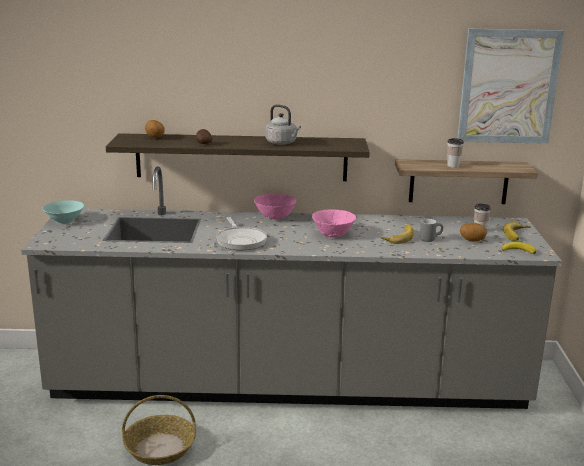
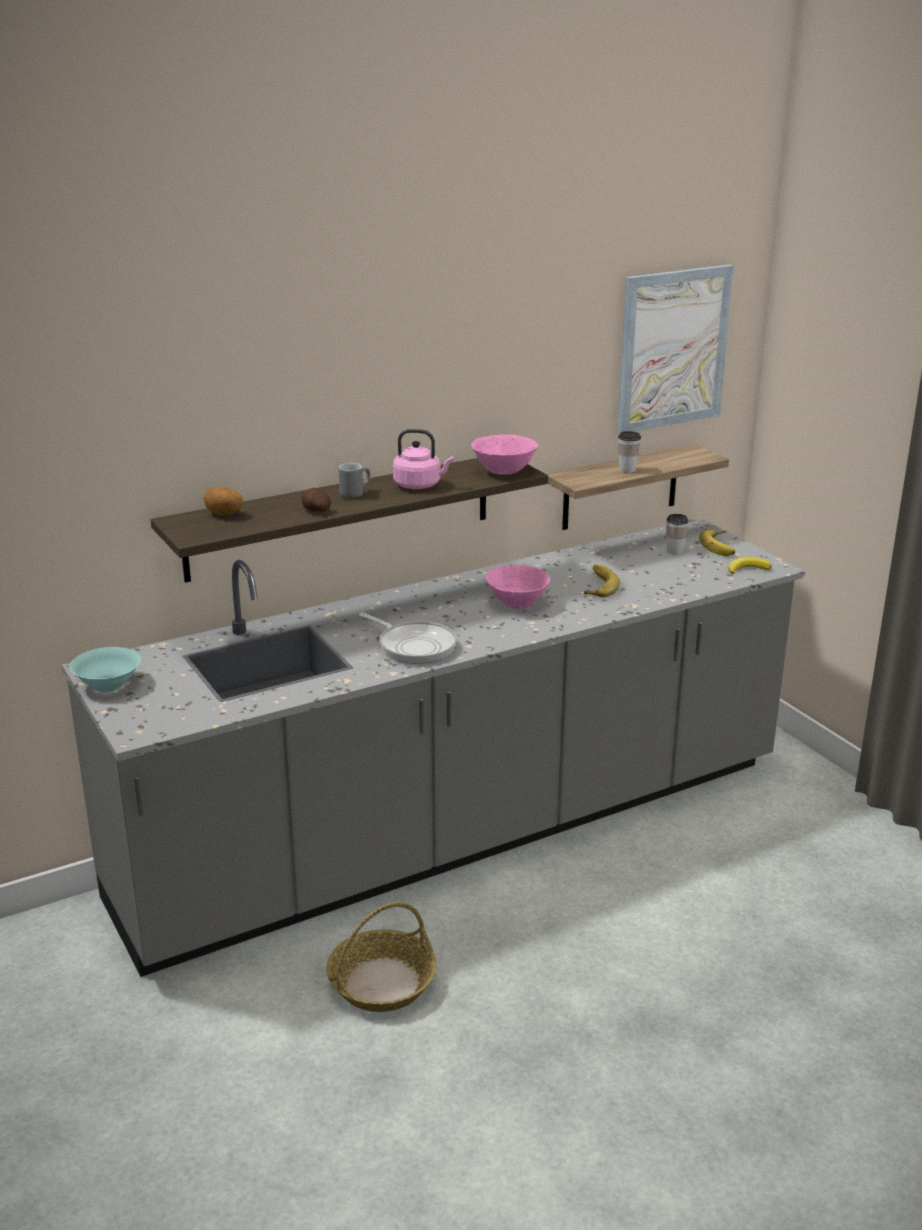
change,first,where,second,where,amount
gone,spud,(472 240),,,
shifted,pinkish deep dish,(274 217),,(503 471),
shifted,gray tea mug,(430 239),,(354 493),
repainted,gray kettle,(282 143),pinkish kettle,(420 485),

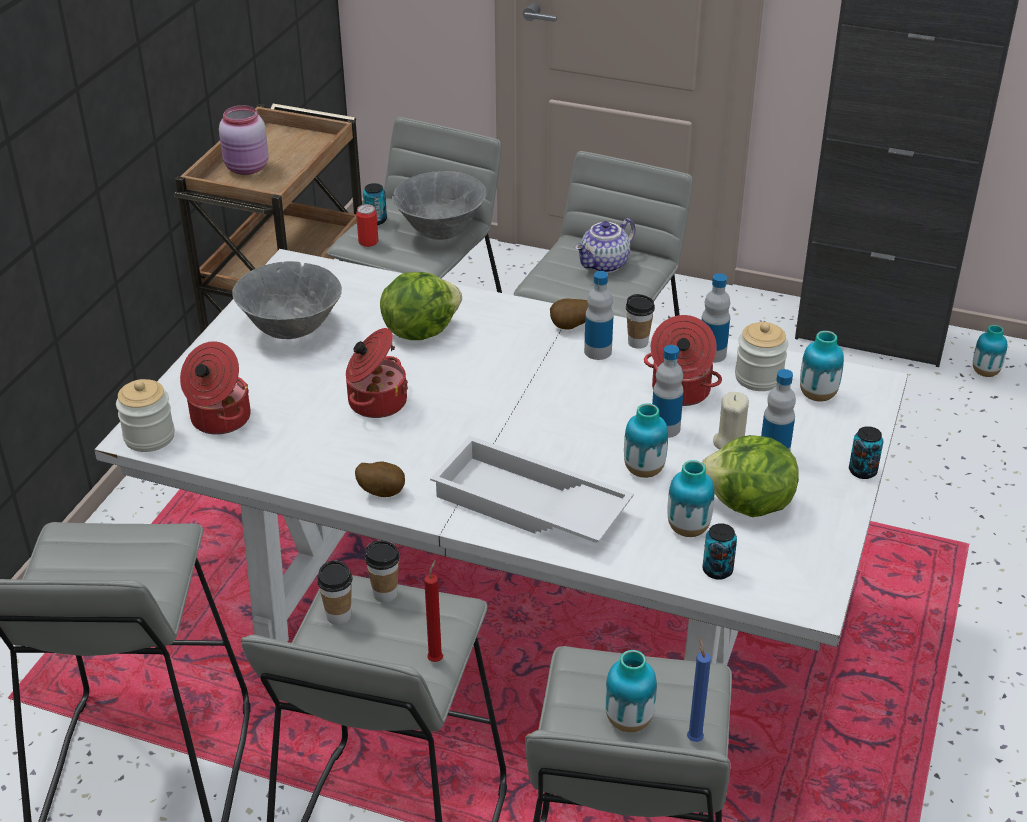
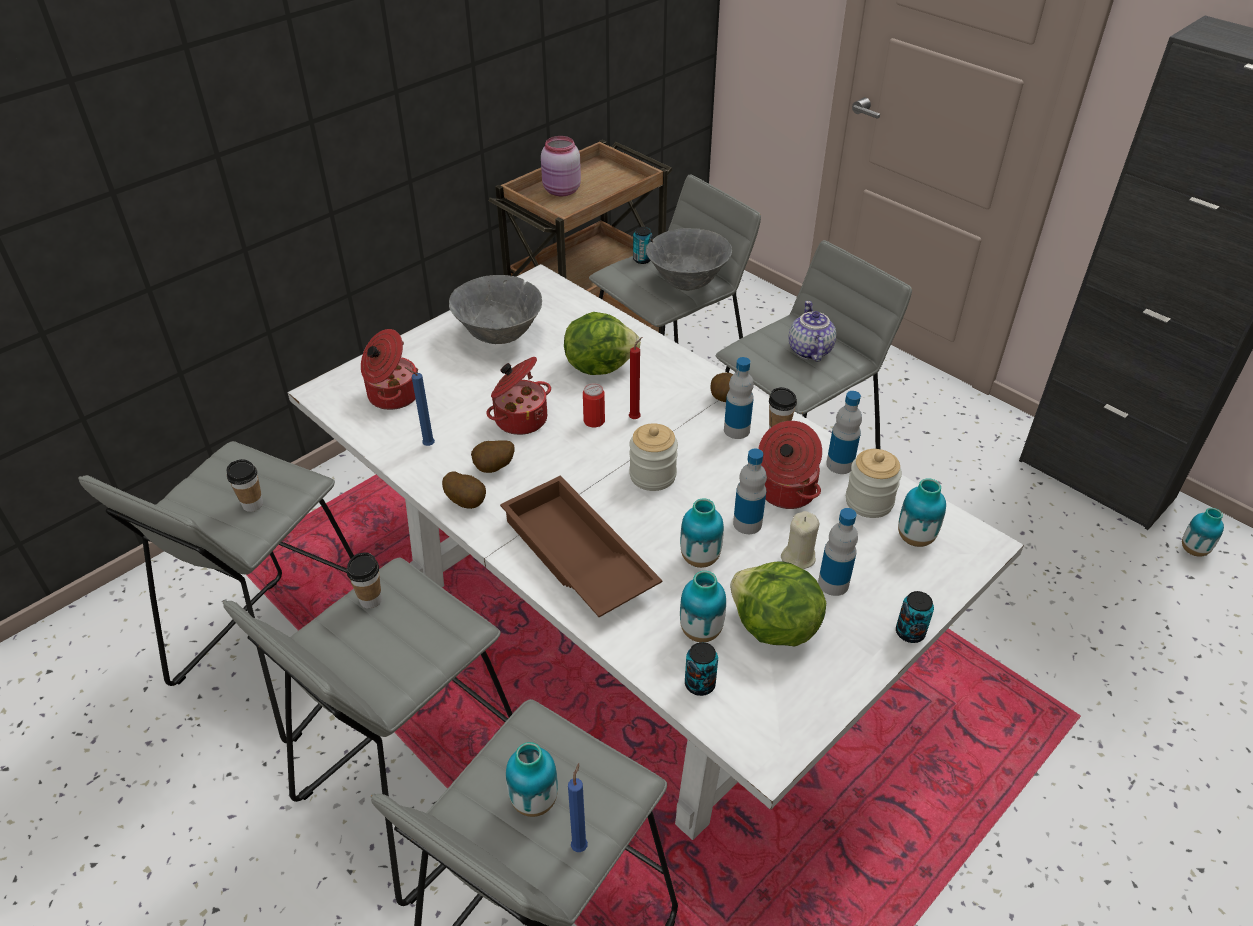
change,first,where,second,where,amount
new,,,blue candle,(427 445),
new,,,spud,(494 469),
shifted,storage jar,(149 437),,(652 475),
shifted,metal can,(368 242),,(594 421),
shifted,small cup,(385 594),,(252 504),
shifted,red candle,(436 658),,(636 418),
repainted,whitish tray,(528 506),brown tray,(575 557),
rotated,tea pot,(605 265),,(808 350),105 degrees clockwise

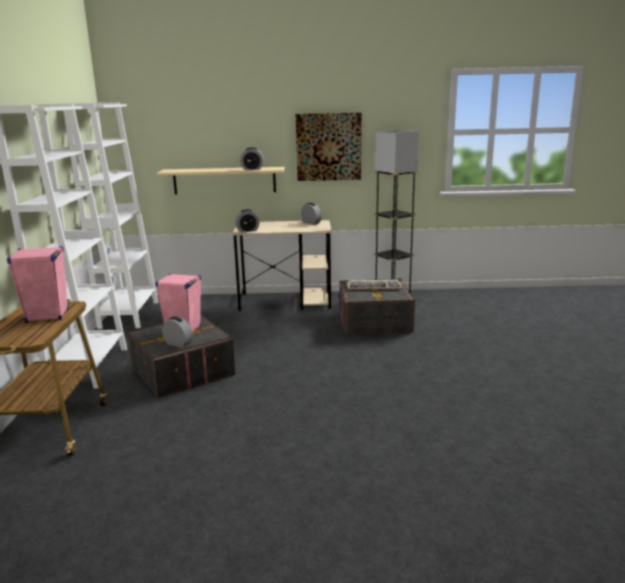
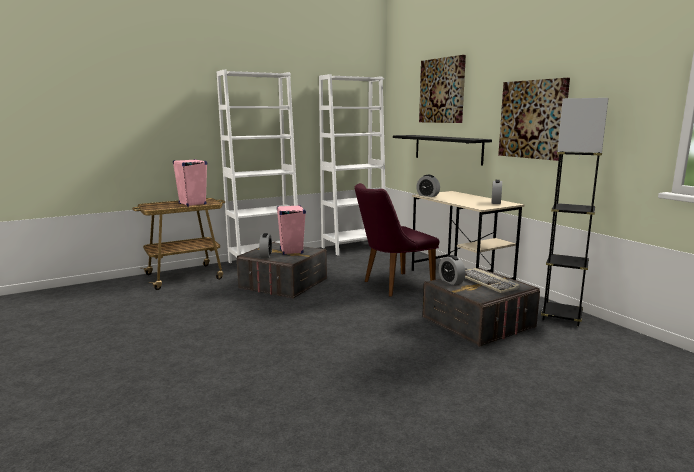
change,first,where,second,where,amount
new,,,purple-coloured chair,(392 285),
new,,,wall picture,(442 90),
shifted,alarm clock,(252 169),,(451 281),
repainted,beige-coloured bracket shelf,(224 180),blackish bracket shelf,(447 149),

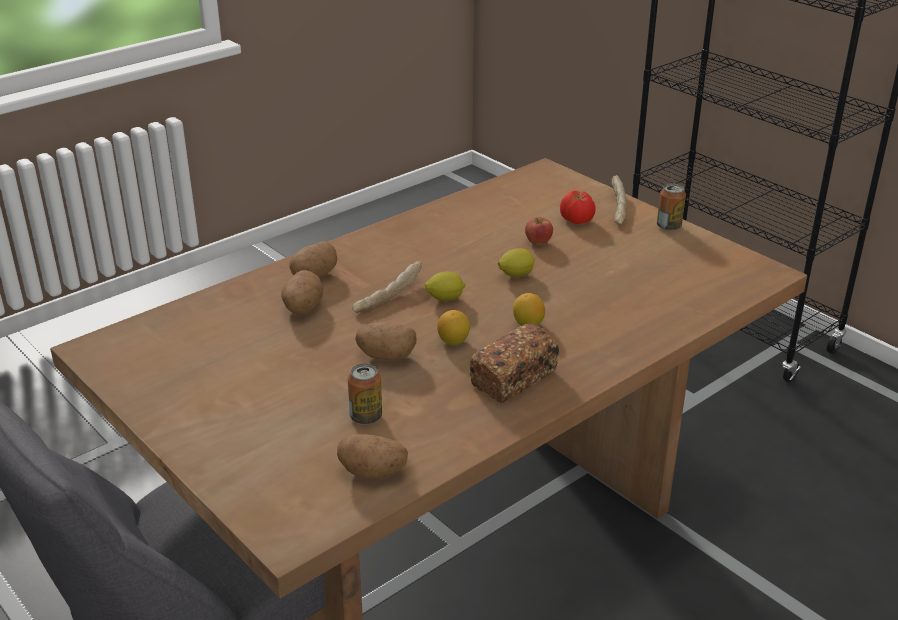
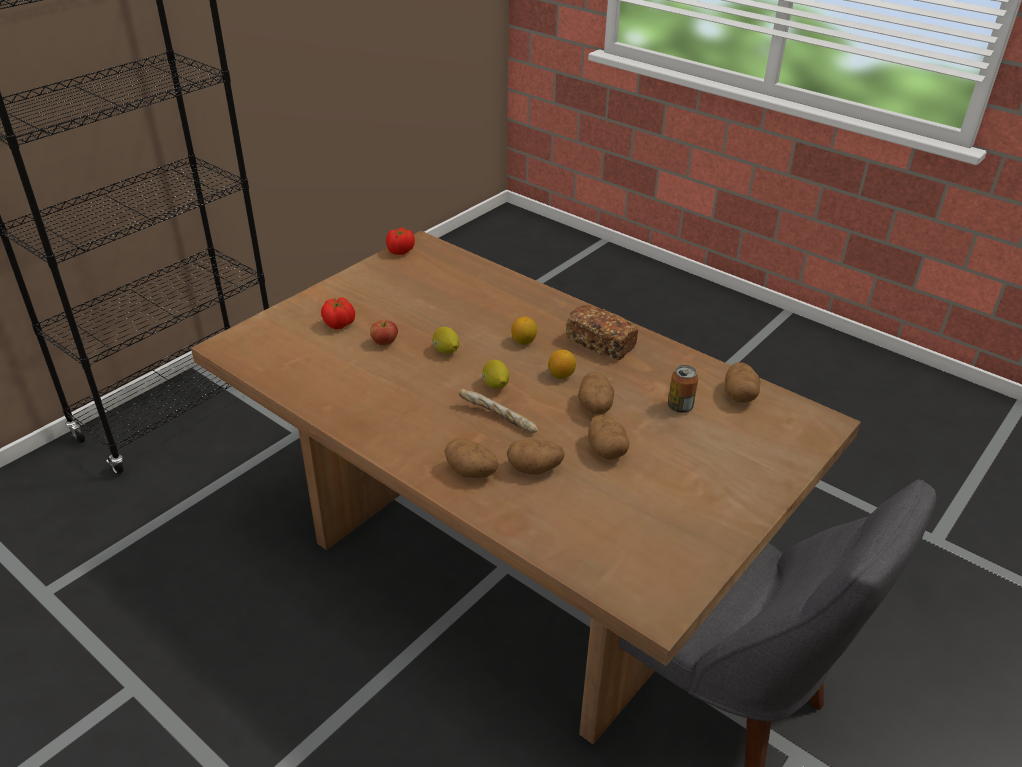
change,first,where,second,where,amount
gone,bakery bread,(616 208),,,
gone,metal can,(669 226),,,
new,,,tomato,(400 251),
new,,,spud,(606 450),

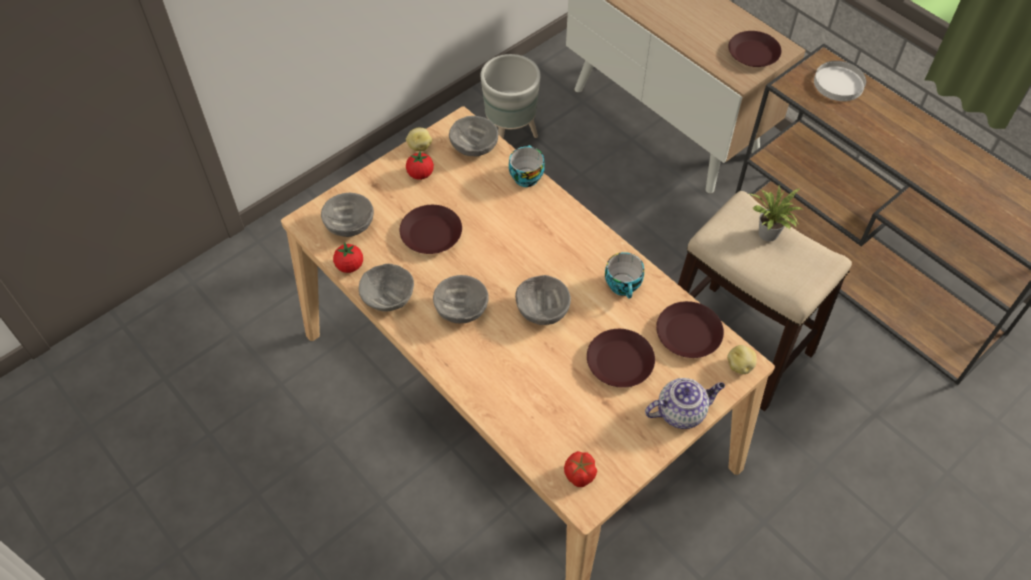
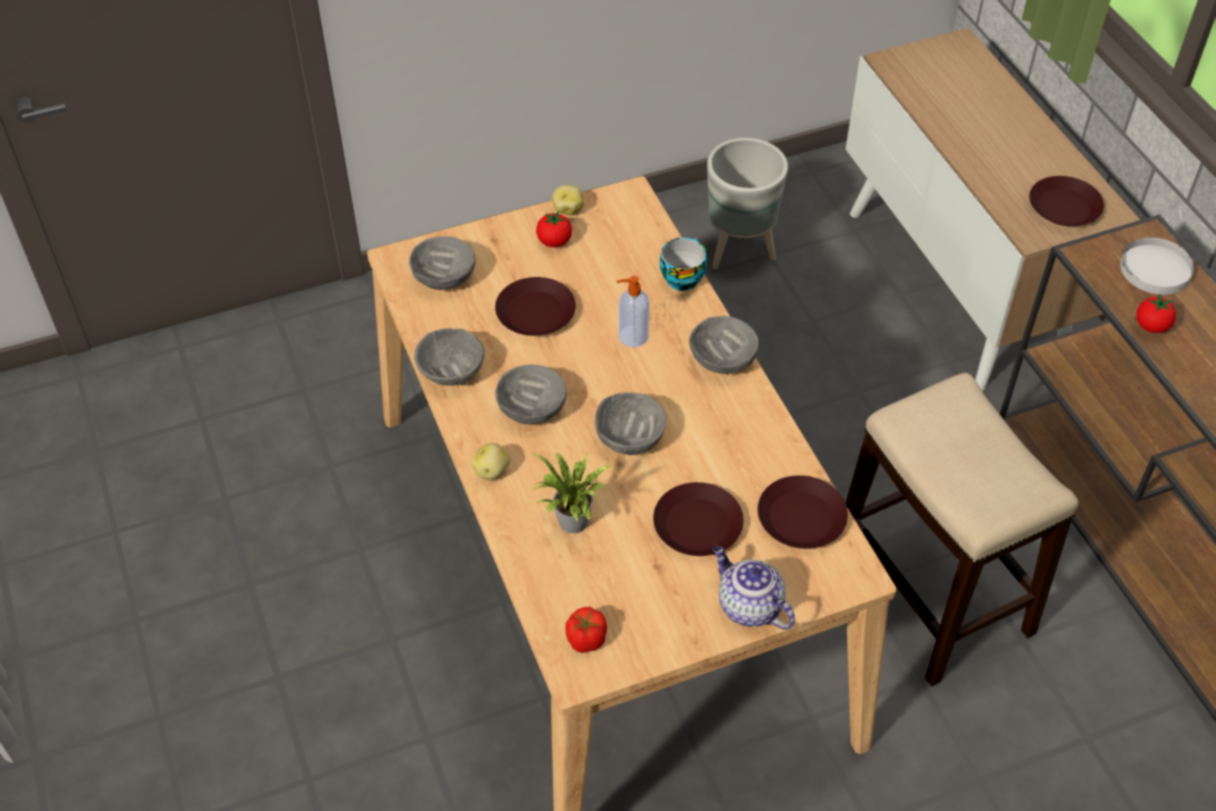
change,first,where,second,where,amount
gone,small cup,(624 286),,,
new,,,soap bottle,(632 336),
shifted,tomato,(350 266),,(1151 326),
shifted,gray deep dish,(474 147),,(722 360),
shifted,spud,(740 365),,(492 471),
shifted,houseplant,(768 236),,(571 524),
rotated,tea pot,(681 411),,(748 606),135 degrees counterclockwise

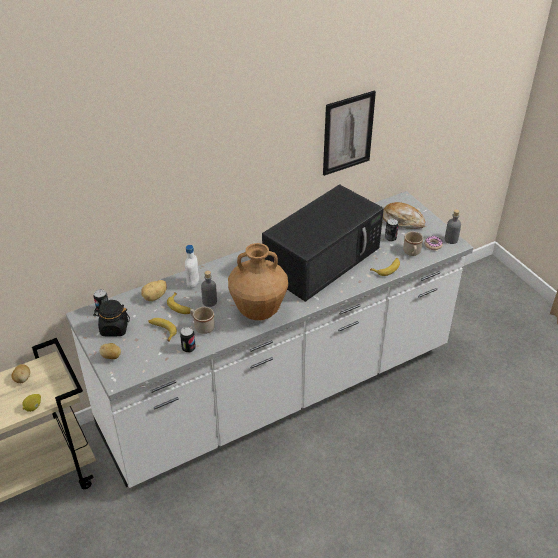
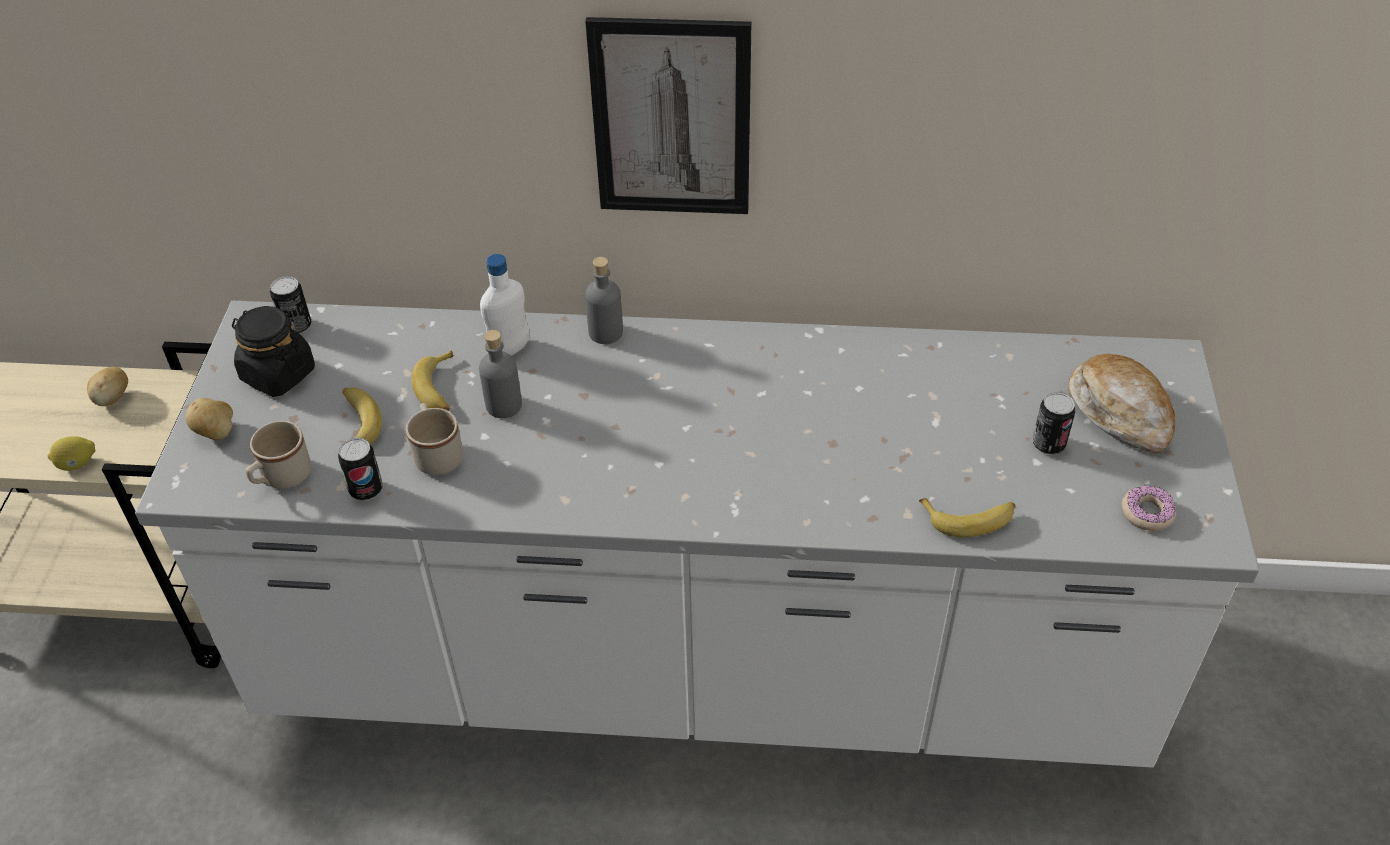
change,first,where,second,where,amount
gone,spud,(155 297),,,
gone,brown flower vase,(259 311),,,
gone,blackish kitchen microwave,(323 259),,,
shifted,wall picture,(348 133),,(671 119),
shifted,beige-coloured tea mug,(412 253),,(281 478),
shifted,gray drink bottle,(451 239),,(606 332),

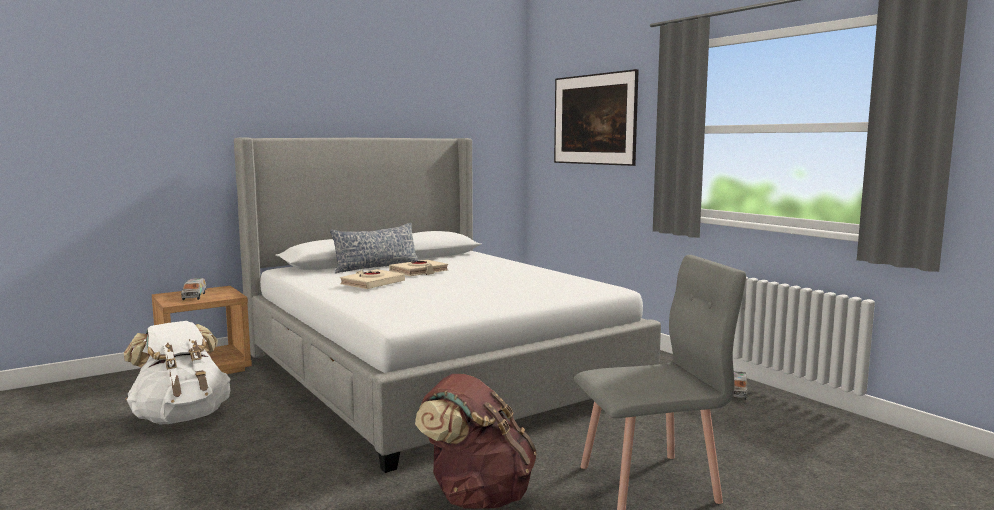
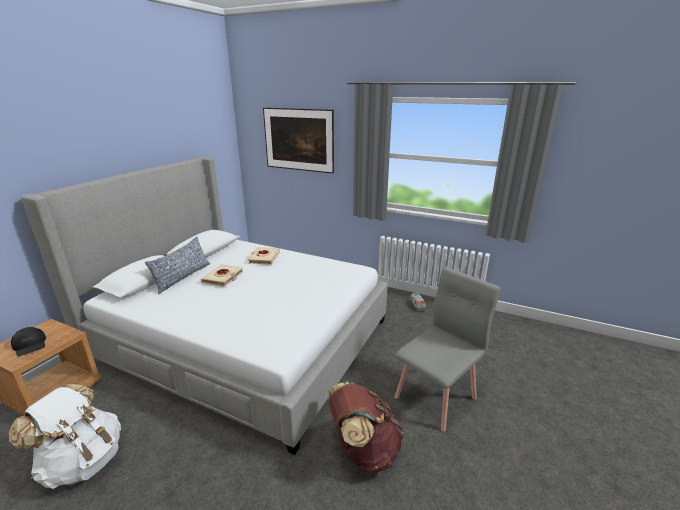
change,first,where,second,where,amount
shifted,beige-coloured book,(372 283),,(264 258),
swapped,model truck,(194 296),blackish baseball cap,(30 345),

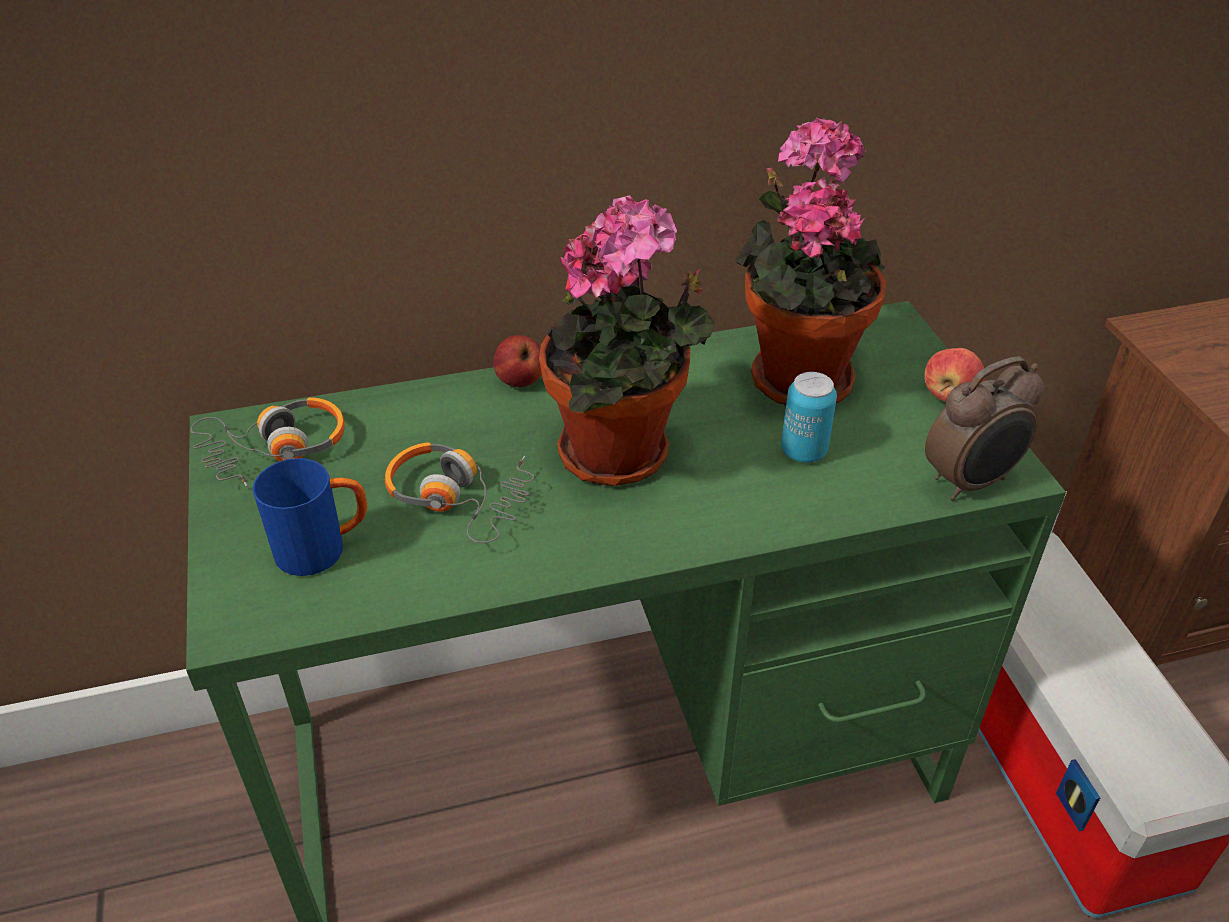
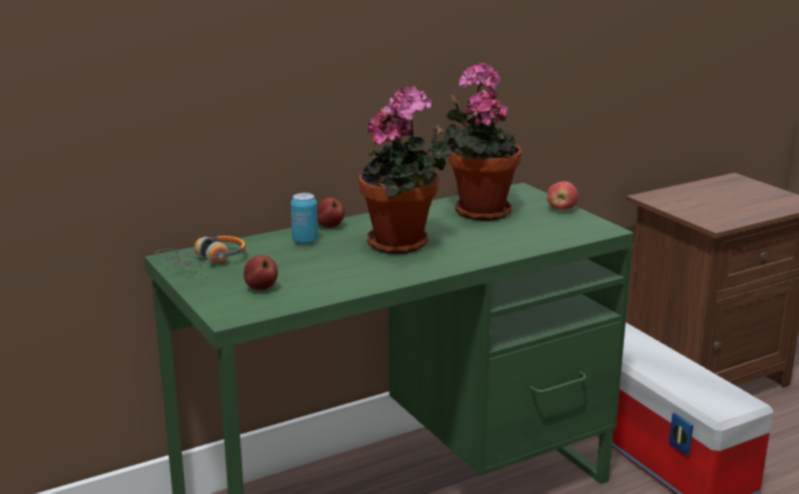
change,first,where,second,where,amount
gone,headset,(458 499),,,
gone,alarm clock,(971 482),,,
shifted,metal can,(803 451),,(305 241),
swapped,blue tea mug,(324 549),whole apple,(261 288),

